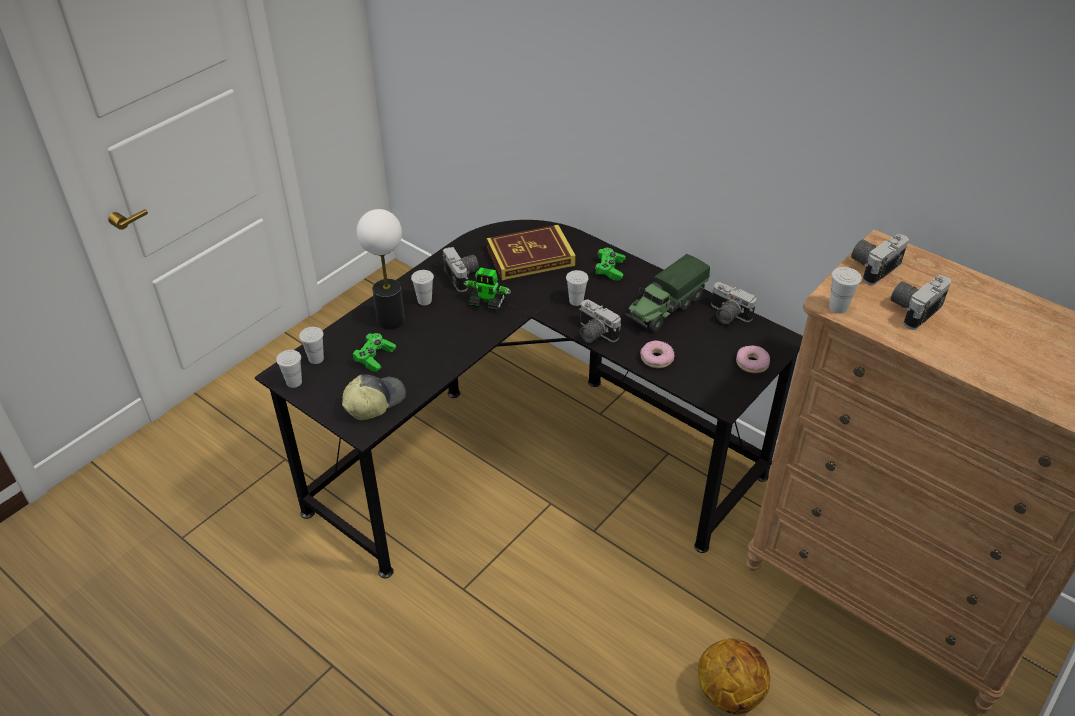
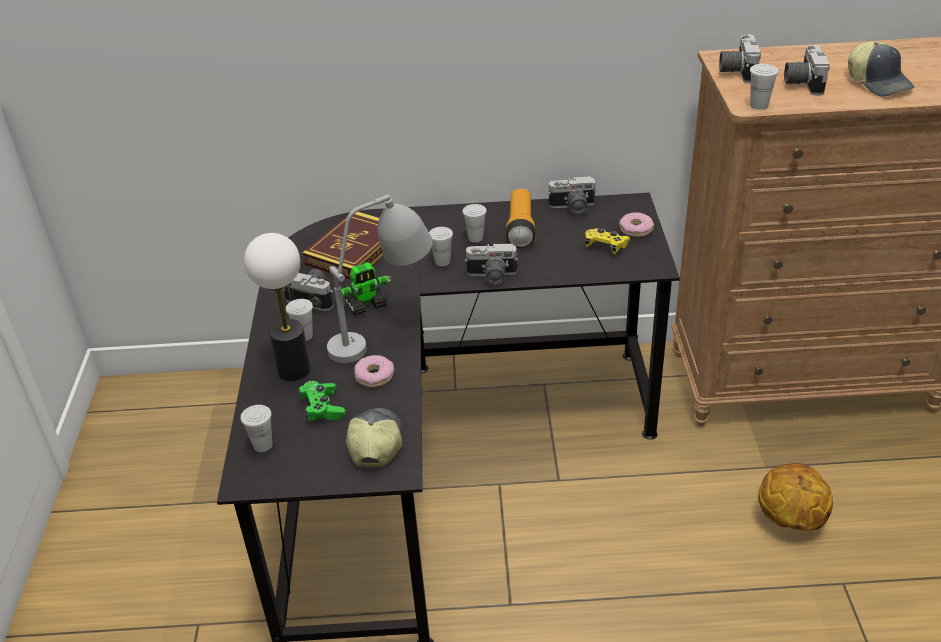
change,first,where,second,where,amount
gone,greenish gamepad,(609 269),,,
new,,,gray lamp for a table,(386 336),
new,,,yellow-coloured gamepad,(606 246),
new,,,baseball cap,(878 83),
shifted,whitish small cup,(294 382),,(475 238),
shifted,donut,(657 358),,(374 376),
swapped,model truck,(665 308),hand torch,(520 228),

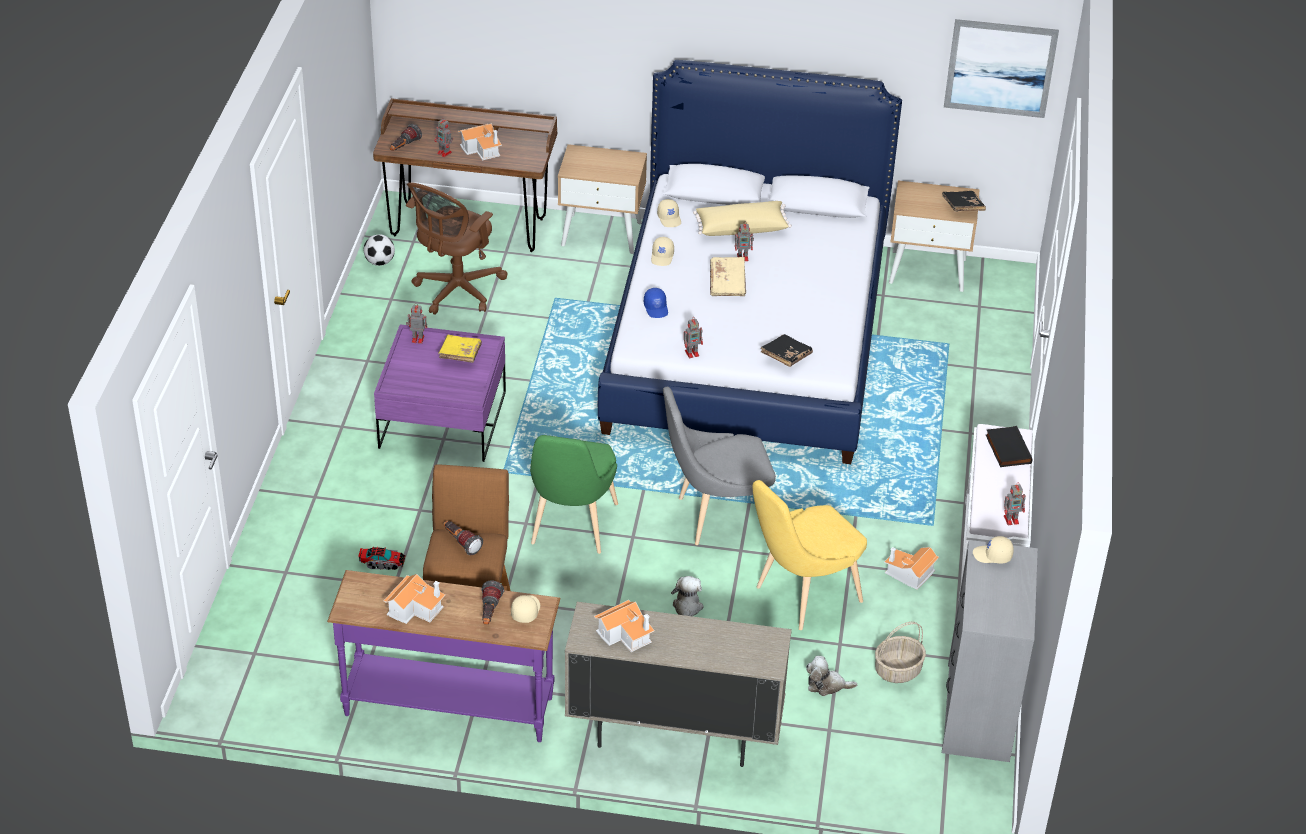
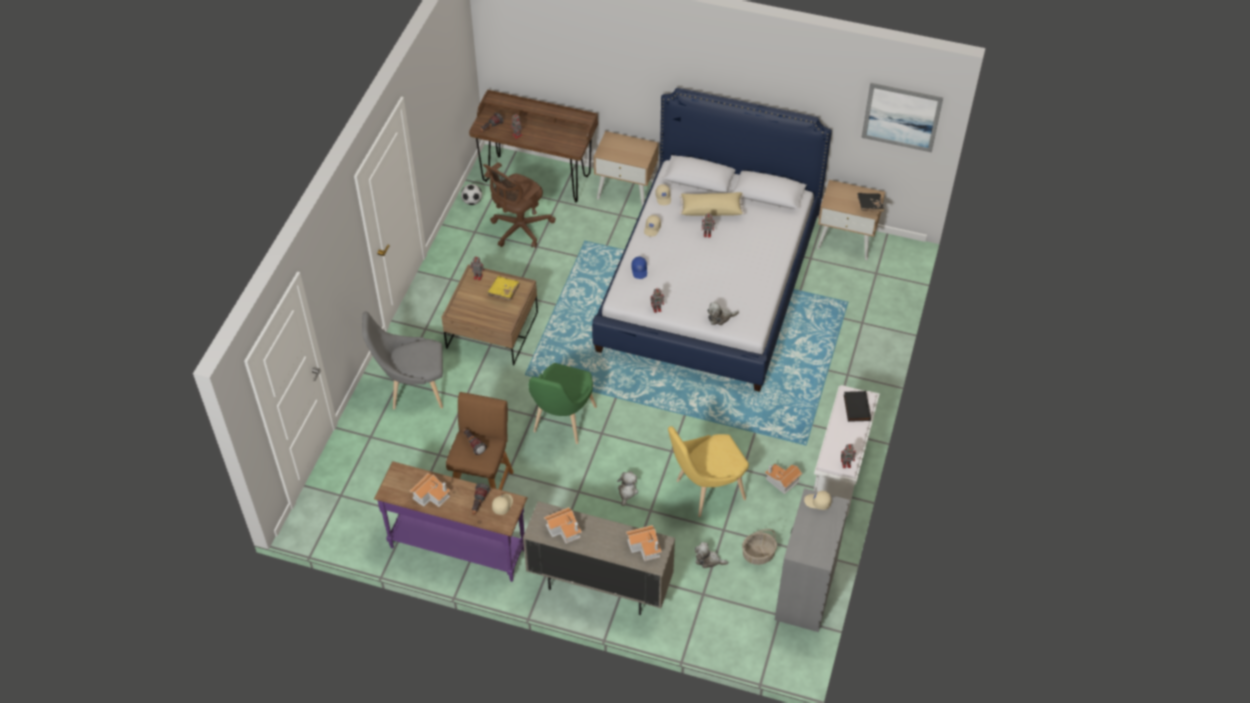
change,first,where,second,where,amount
gone,model truck,(382 563),,,
gone,beige-coloured book,(727 283),,,
shifted,miniature house,(482 149),,(645 547),
shifted,gray chair,(715 517),,(413 389),
swapped,blackish book,(785 357),soft toy,(720 317),
repainted,purple-coloured low table,(442 420),brown low table,(492 330),

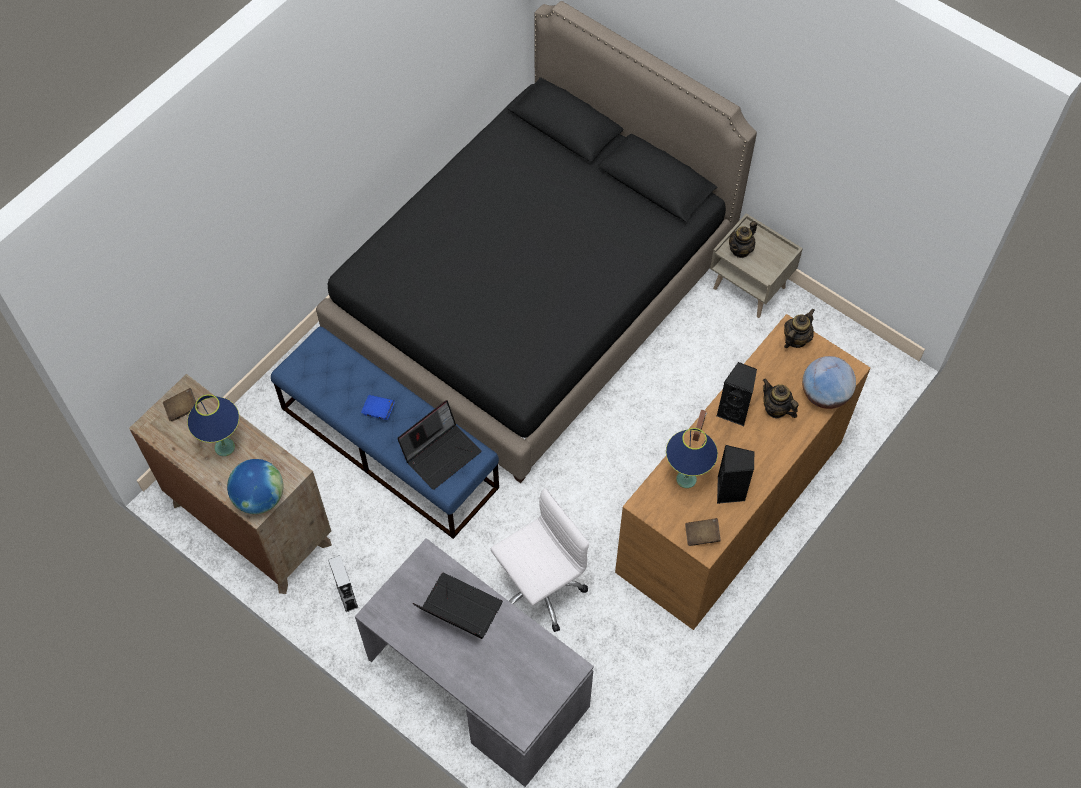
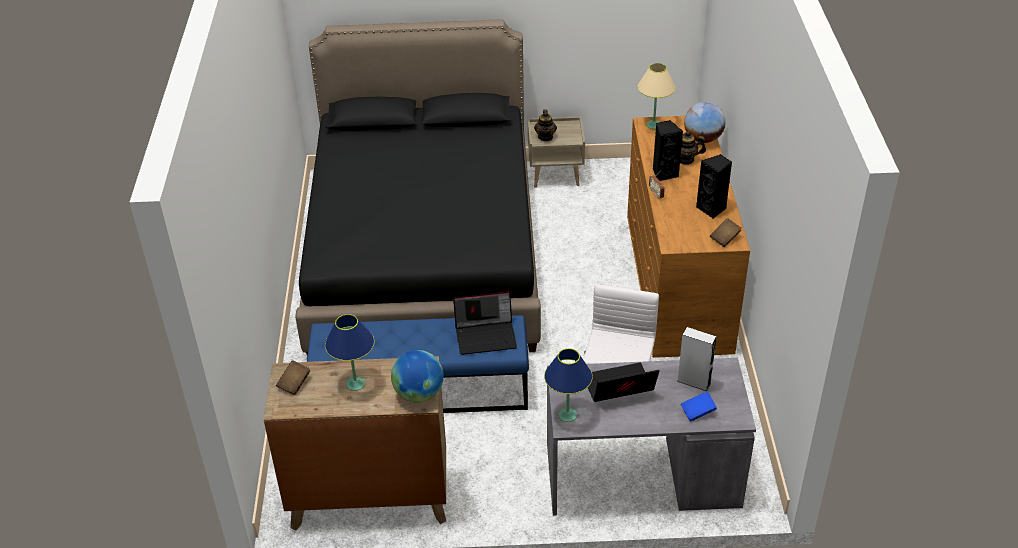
change,first,where,second,where,amount
shifted,gray audio speaker,(347 596),,(694 382),
shifted,blue book,(378 411),,(698 412),
shifted,blue lamp for a table,(686 479),,(567 415),
swapped,tea pot,(795 339),beige-coloured lamp for a table,(653 125),
rotated,laptop,(441 453),,(486 335),75 degrees clockwise

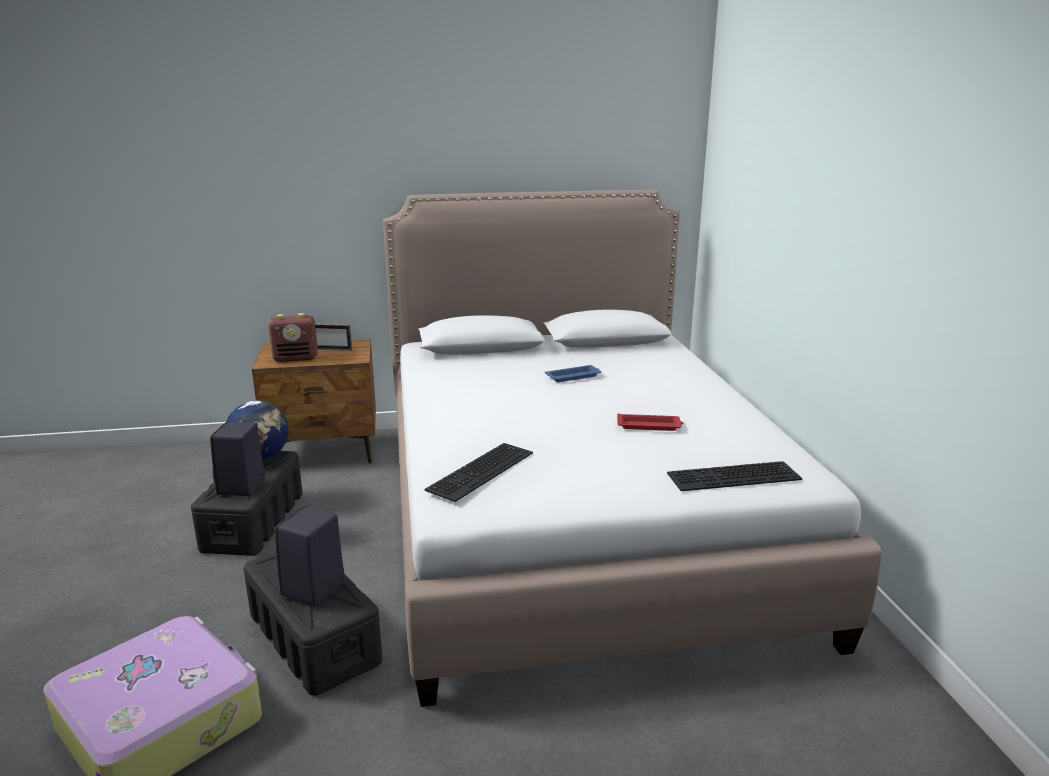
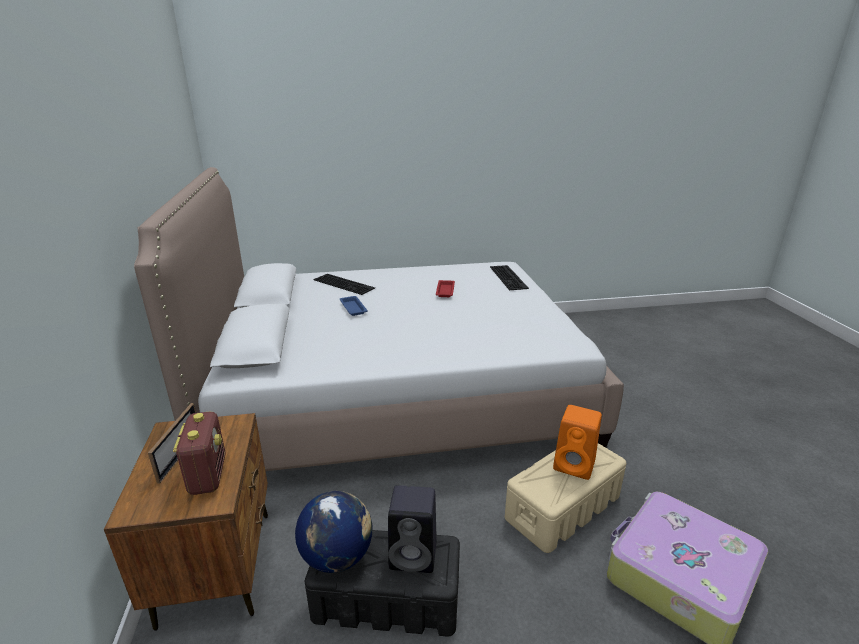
change,first,where,second,where,amount
shifted,computer keyboard,(482 472),,(345 283),
repainted,blackish storage container,(313 638),beige-coloured storage container,(562 508),
repainted,blackish audio speaker,(312 590),orangey audio speaker,(575 465),

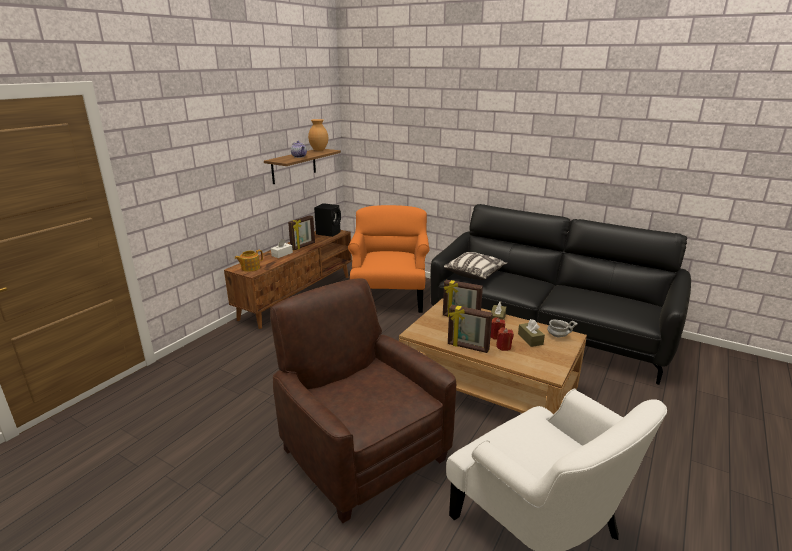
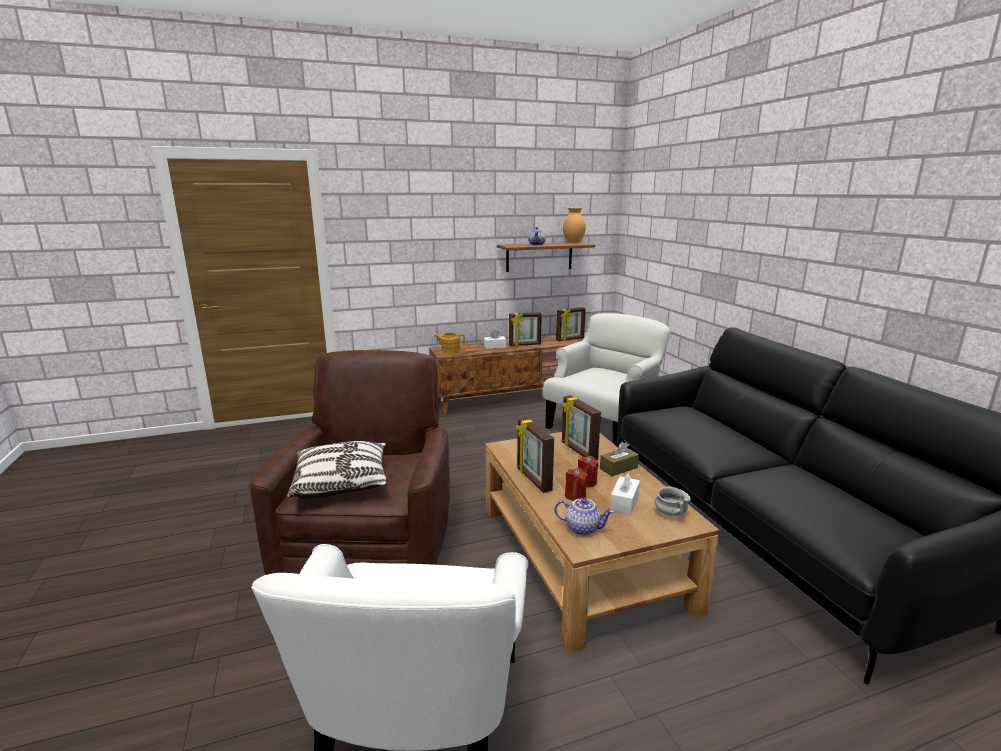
change,first,where,second,where,amount
new,,,tea pot,(583 528),
shifted,cushion,(474 273),,(342 483),
swapped,blackish audio speaker,(329 233),standing frame,(570 339),
repainted,orangey lounge chair,(389 296),whitish lounge chair,(603 427),
repainted,brown tissue holder,(530 339),whitish tissue holder,(624 502),

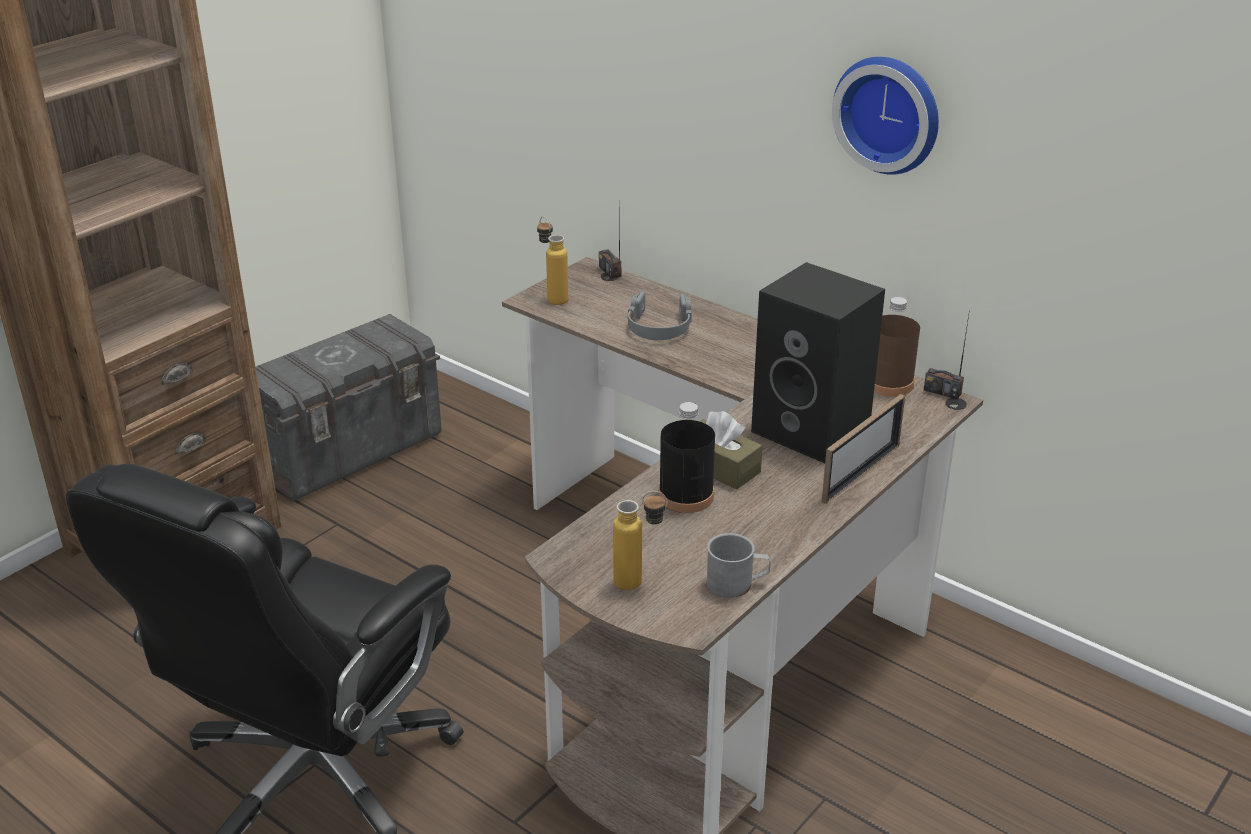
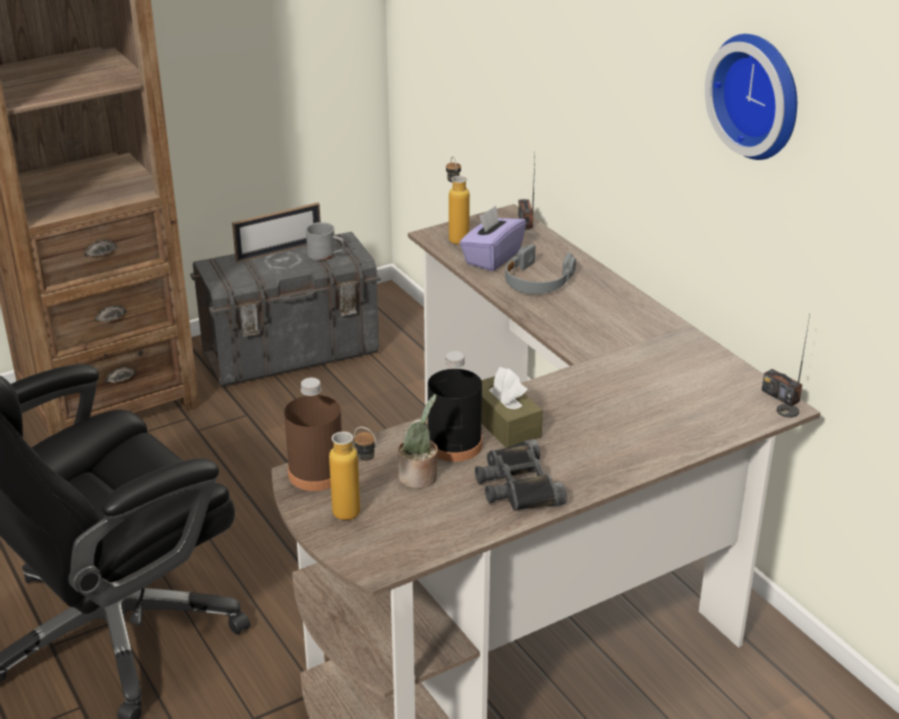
change,first,where,second,where,amount
gone,blackish audio speaker,(814 431),,,
new,,,houseplant,(419 478),
new,,,purple-coloured tissue holder,(492 258),
new,,,blackish field glasses,(517 486),
shifted,gray tea mug,(737 584),,(326 255),
shifted,standing frame,(861 473),,(279 251),
shifted,brown drink bottle,(889 383),,(316 473),

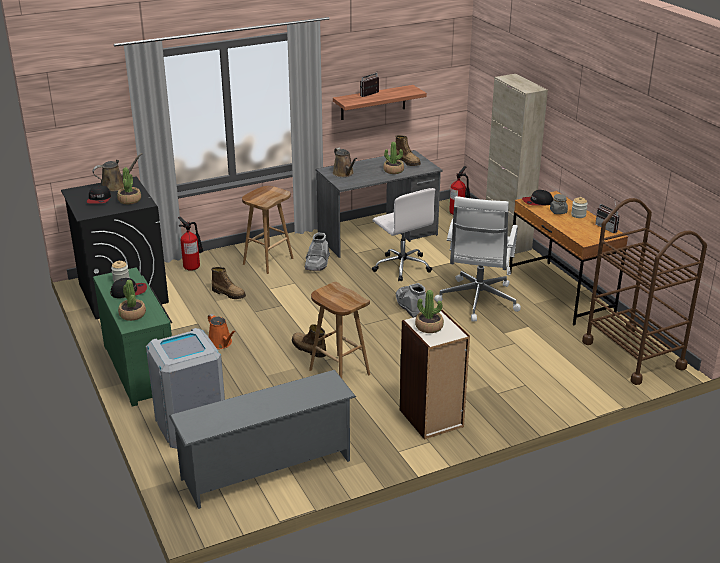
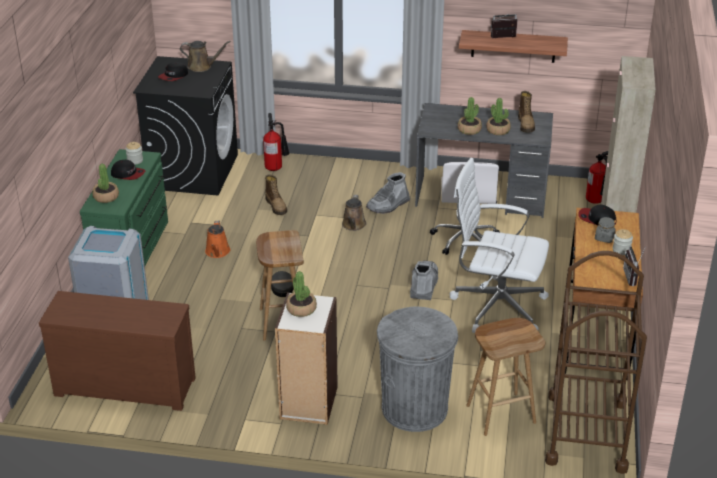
change,first,where,second,where,amount
new,,,gray waste bin,(415 409),
shifted,houseplant,(129 200),,(469 130),
shifted,brown sitting stool,(268 261),,(501 413),
shifted,brown watering pot,(344 173),,(353 225),
swapped,gray shoe shelf,(267 470),brown dresser,(126 384),
swapped,tall boot,(308 349),gray baseball cap,(282 288),
rotated,whitish computer chair,(477 301),,(495 306),60 degrees clockwise

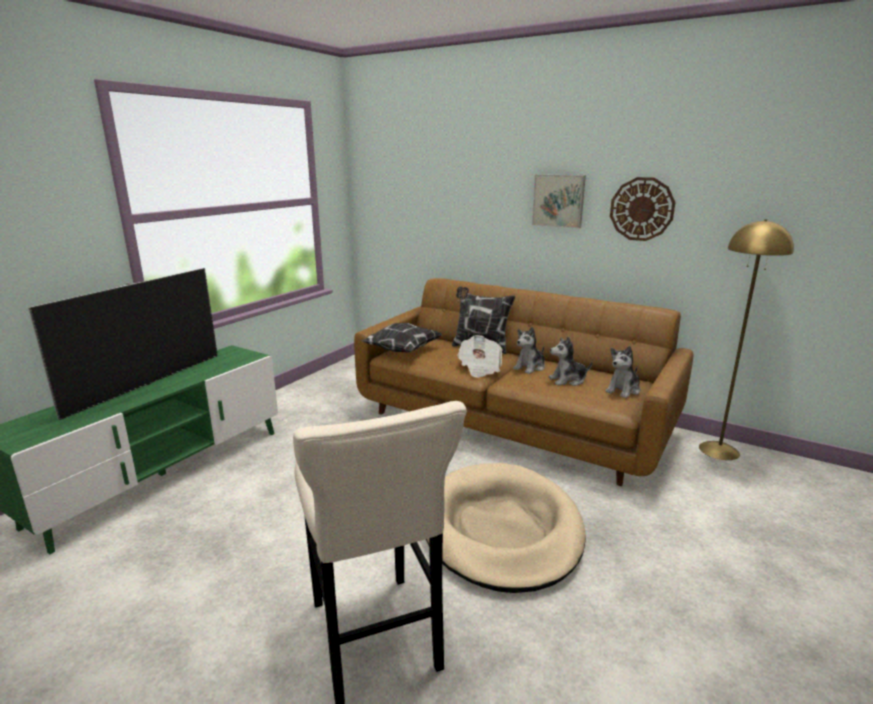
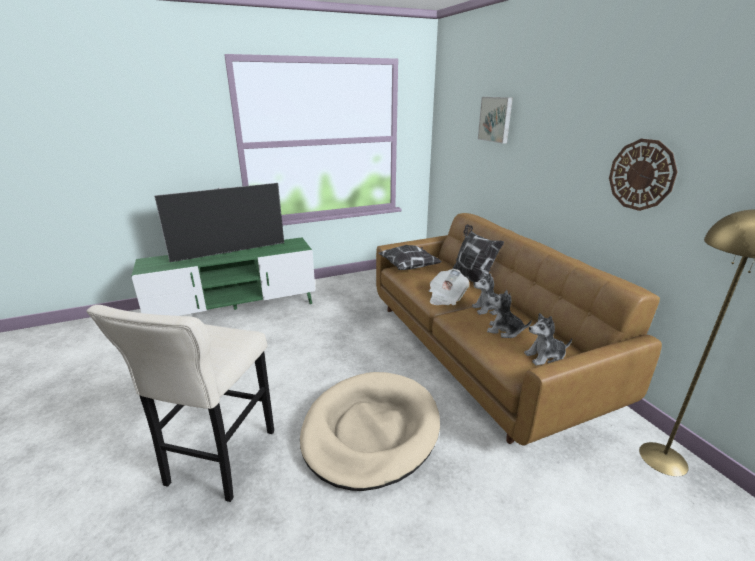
change,first,where,second,where,amount
shifted,wall picture,(559 200),,(496 119),

